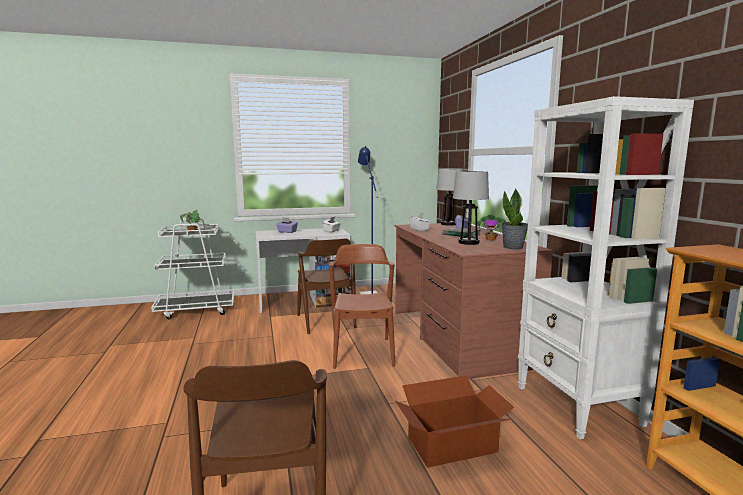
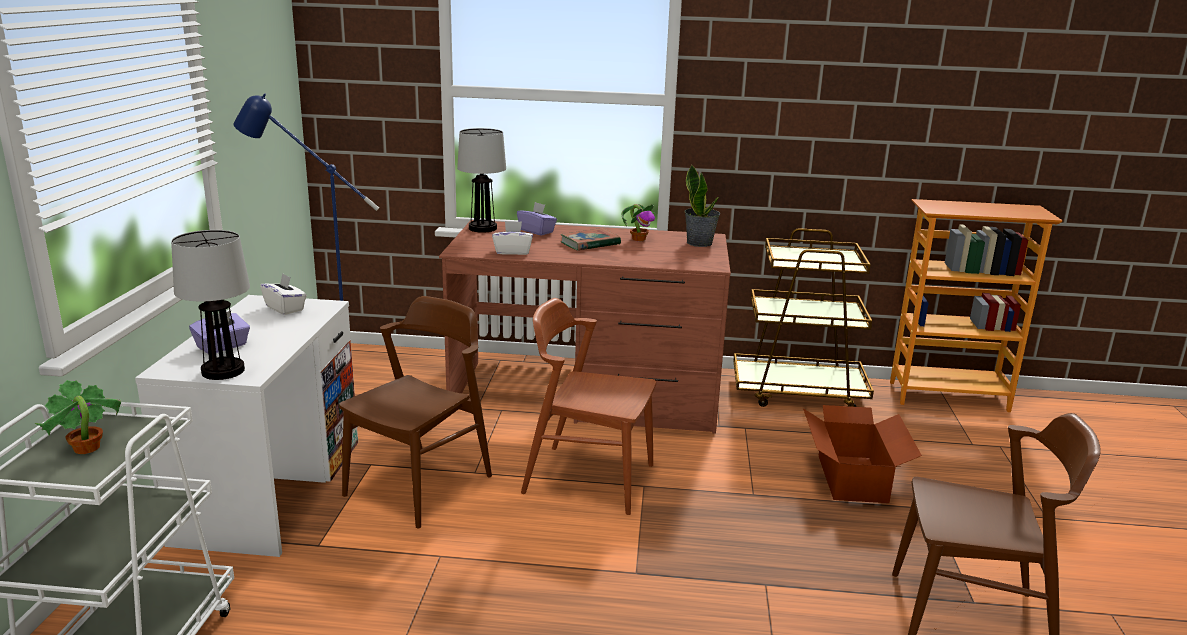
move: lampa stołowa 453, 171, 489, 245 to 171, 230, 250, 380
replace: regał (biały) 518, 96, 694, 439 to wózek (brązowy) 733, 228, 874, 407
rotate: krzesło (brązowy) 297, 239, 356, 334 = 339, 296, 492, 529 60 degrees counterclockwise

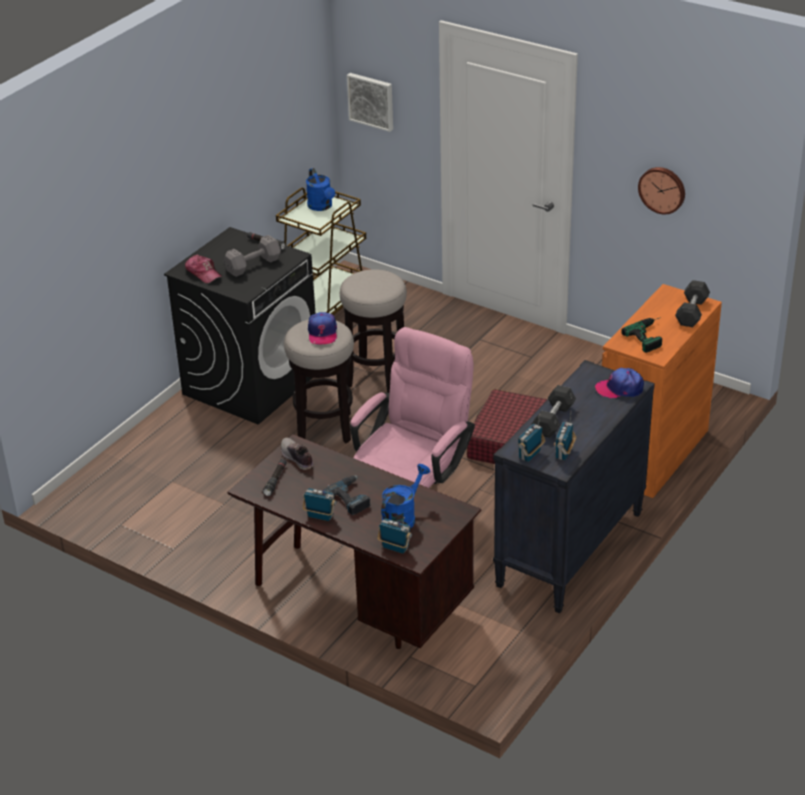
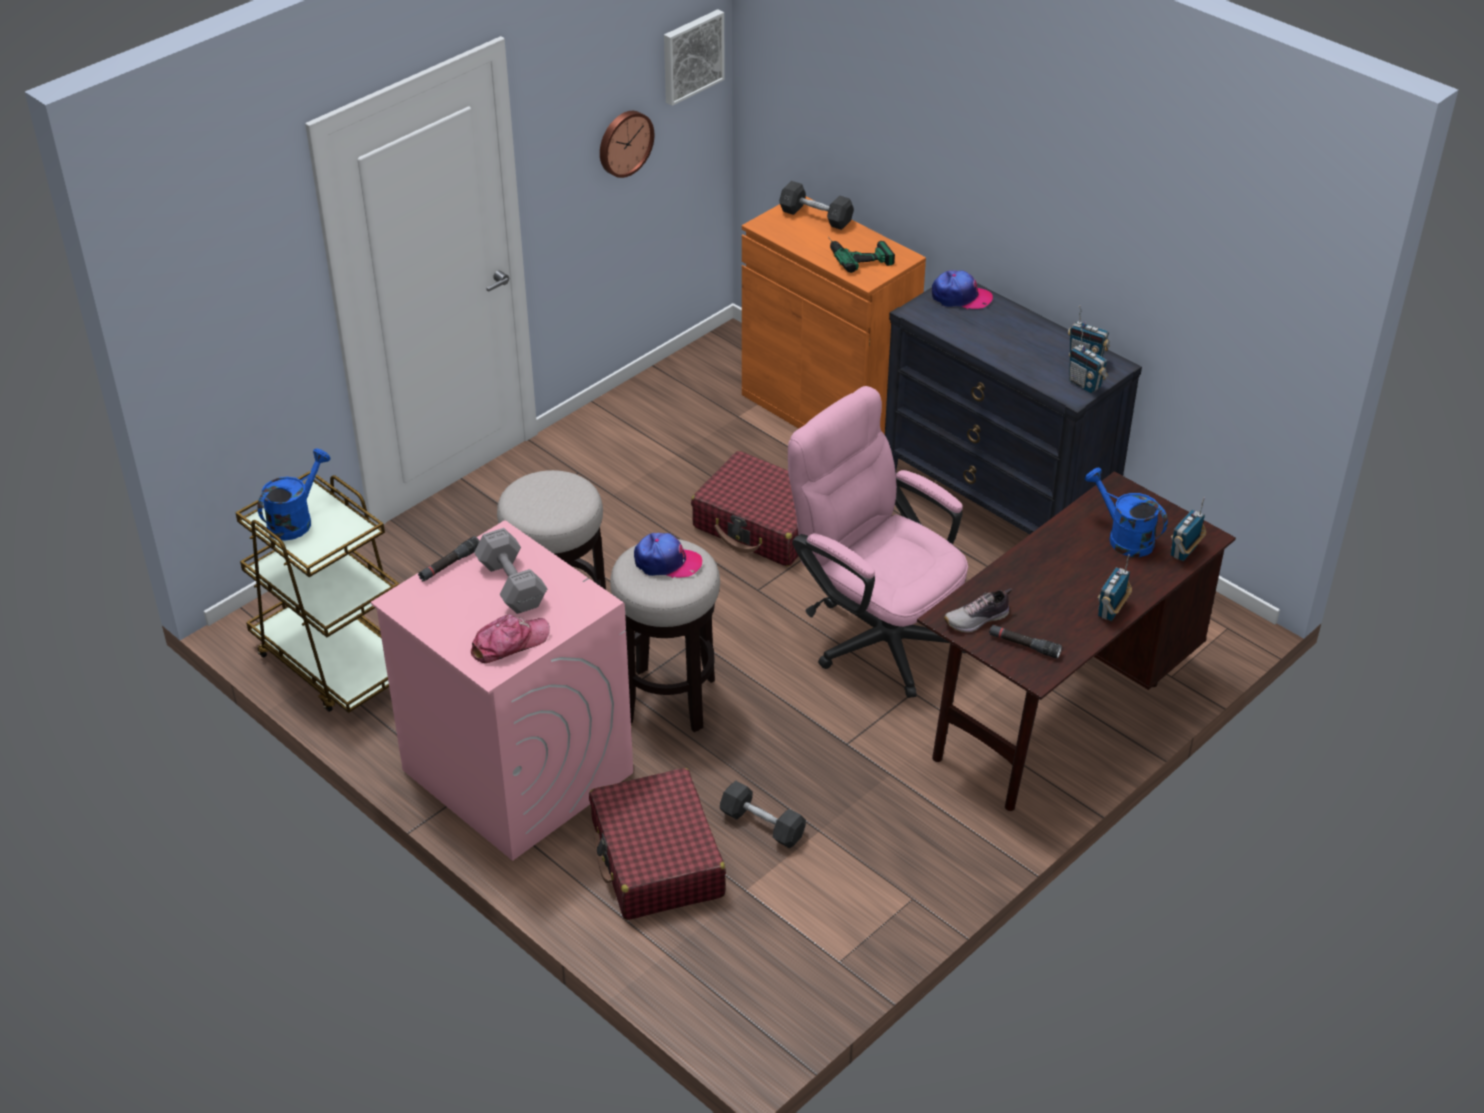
delete: wiertarka 323, 475, 371, 515
insert: walizka (czerwony) 589, 768, 726, 920
move: obraz 347, 73, 393, 132 to 664, 9, 725, 106; hantel (szary) 532, 385, 576, 438 to 720, 781, 806, 848
recolor: pralka (czarny) 164, 227, 316, 425 to pralka (różowy) 371, 520, 633, 861
rotate: konewka (niebieski) 306, 168, 335, 211 = 257, 449, 330, 541 45 degrees counterclockwise; czapka z daszkiem 595, 368, 644, 398 = 932, 270, 993, 309 90 degrees counterclockwise

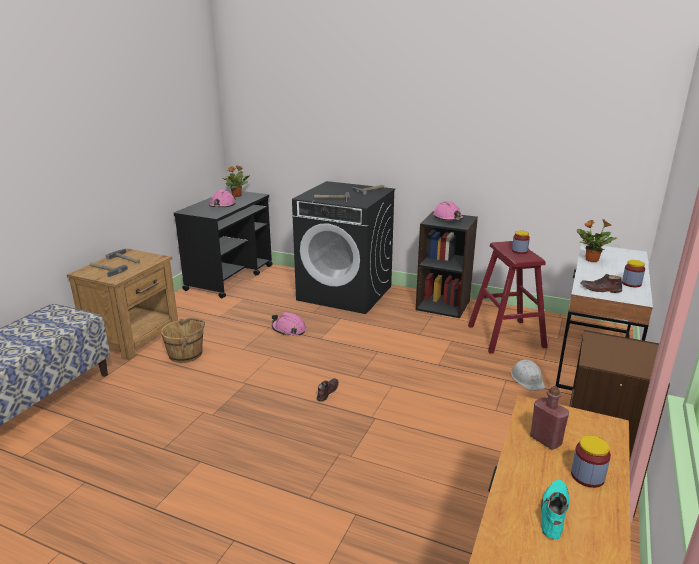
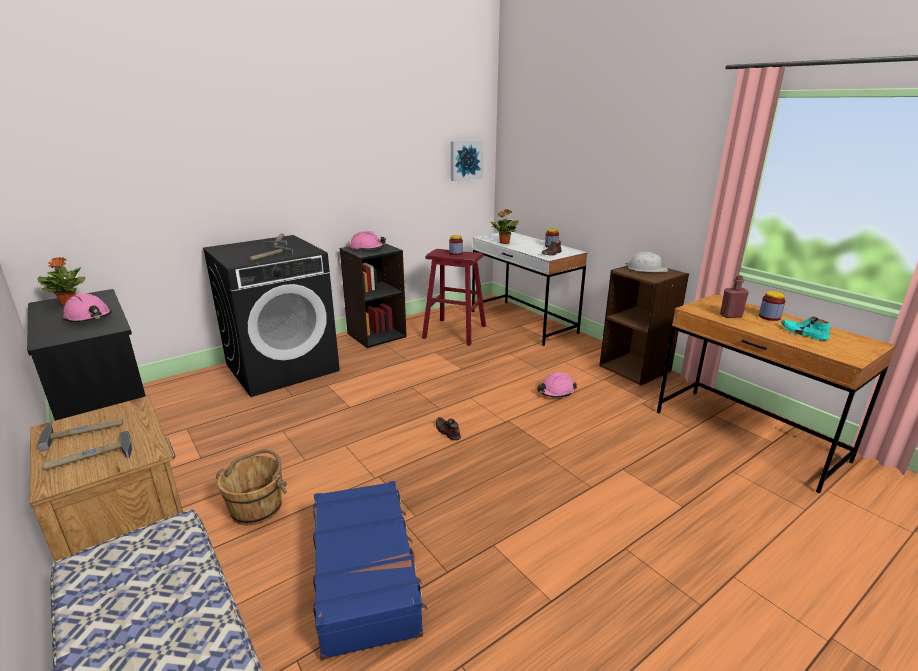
insert: walizka (niebieski) 313, 481, 428, 660; obraz 451, 140, 483, 181
move: kask (różowy) 272, 312, 306, 335 to 537, 372, 577, 398; kask (biały) 511, 360, 545, 391 to 626, 252, 668, 272

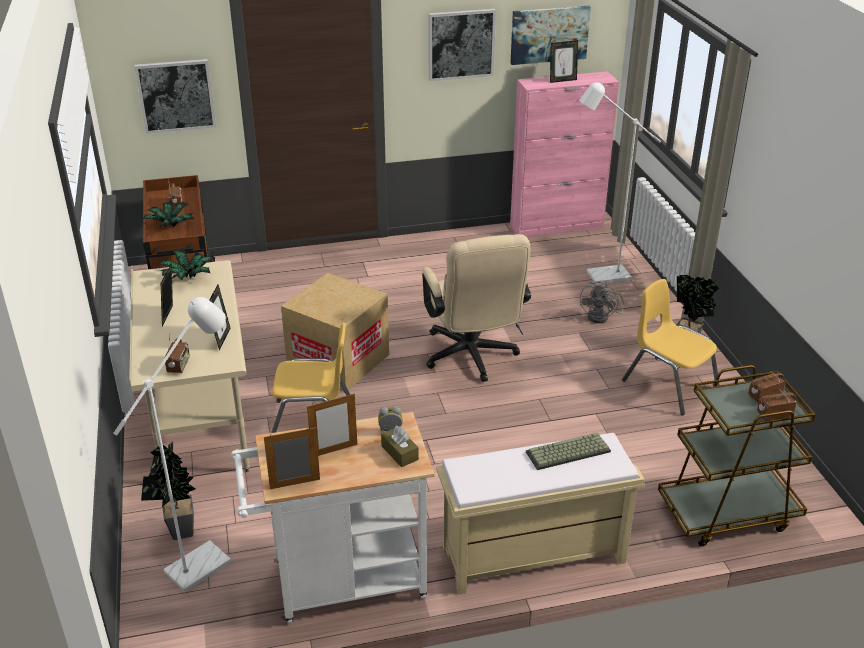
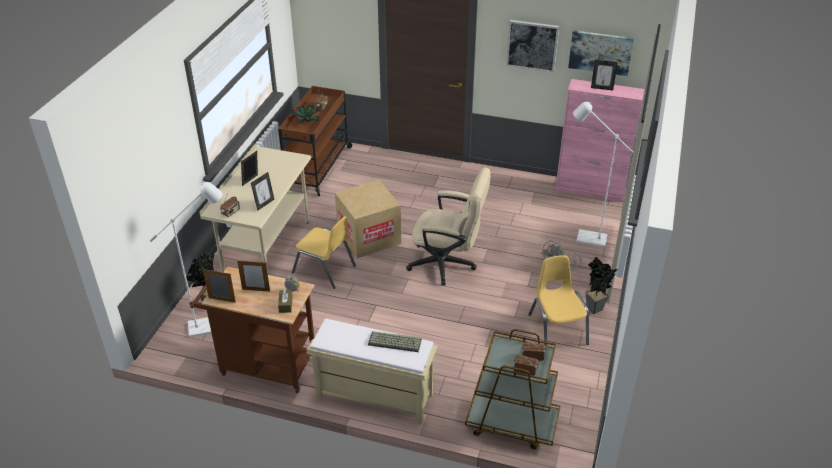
delete: obraz 135, 59, 216, 134; roślina doniczkowa 158, 248, 214, 280
recolor: wózek (biały) 231, 412, 435, 624 to wózek (brązowy) 190, 267, 315, 393
rotate: krzesło biurowe (beżowy) 422, 234, 531, 382 = 406, 167, 491, 285 90 degrees counterclockwise

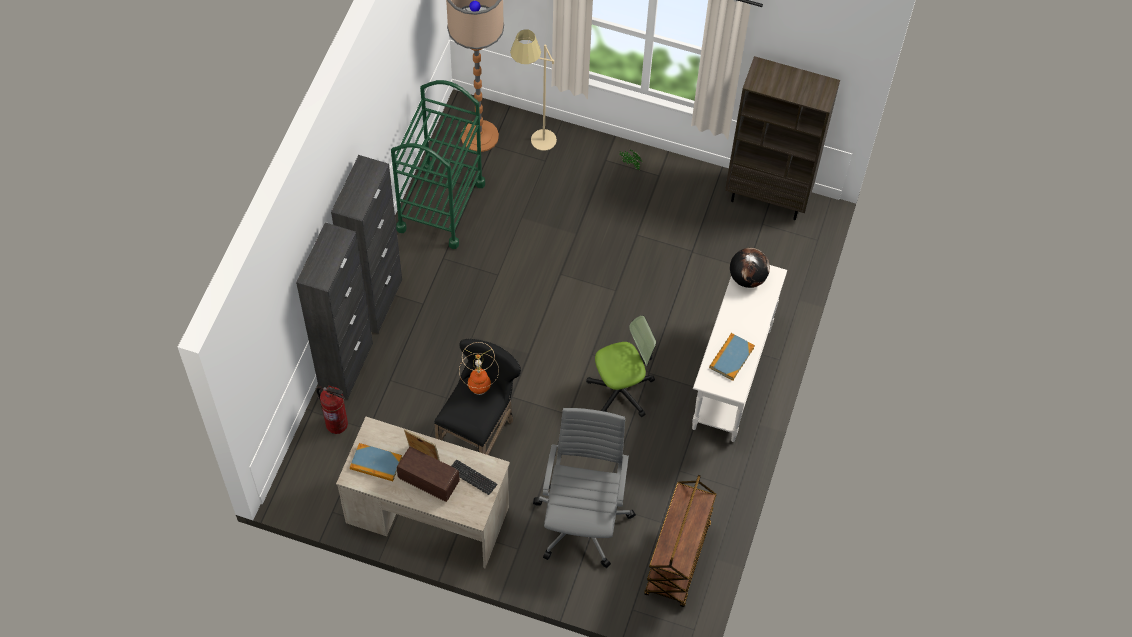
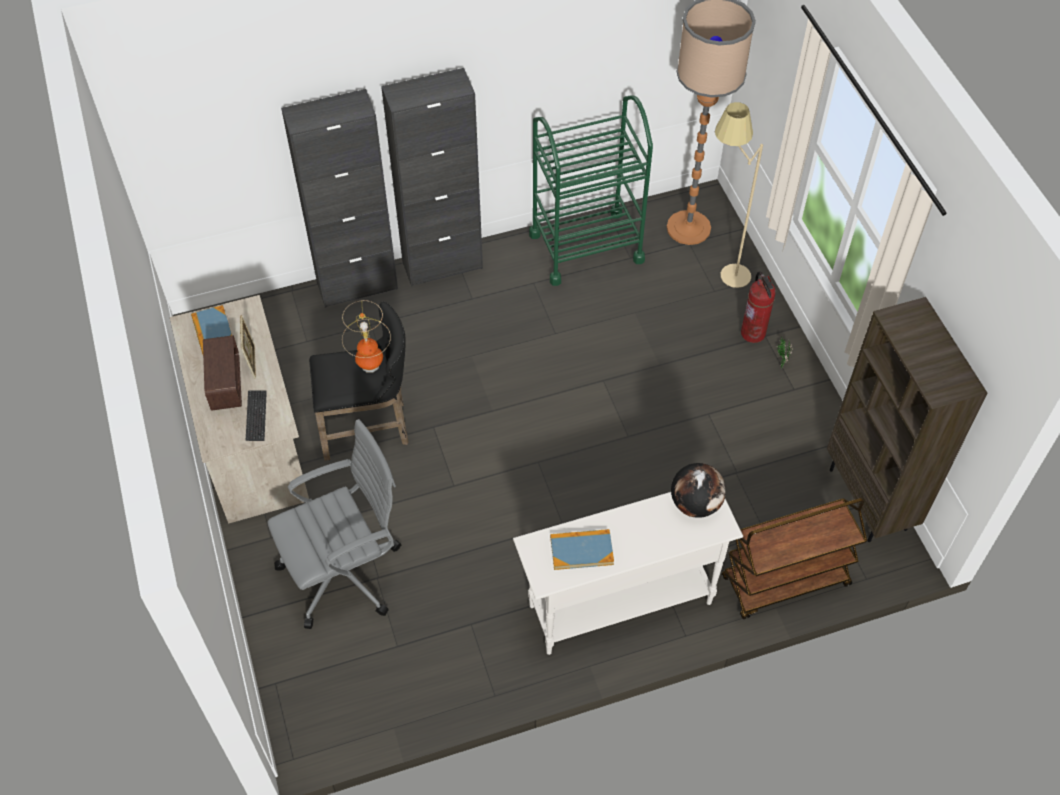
delete: krzesło biurowe 586, 315, 656, 417
move: gaśnica 316, 385, 348, 434 to 741, 272, 776, 343; wózek (brązowy) 644, 475, 717, 607 to 722, 498, 867, 619

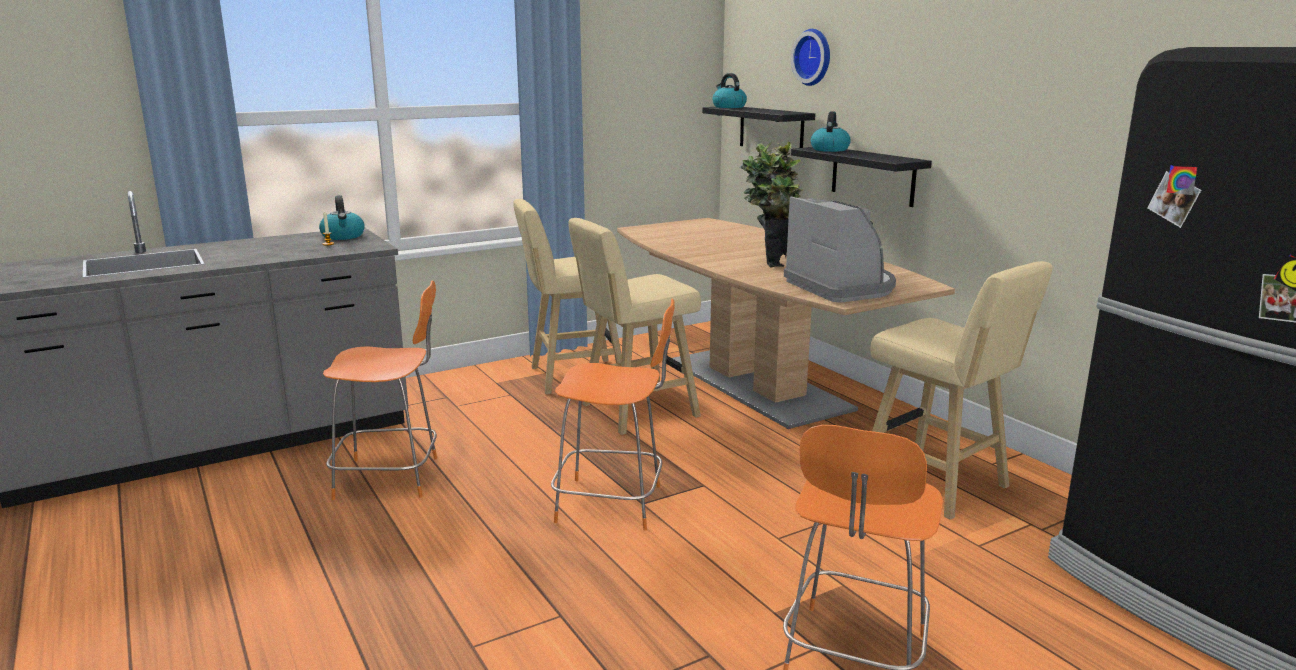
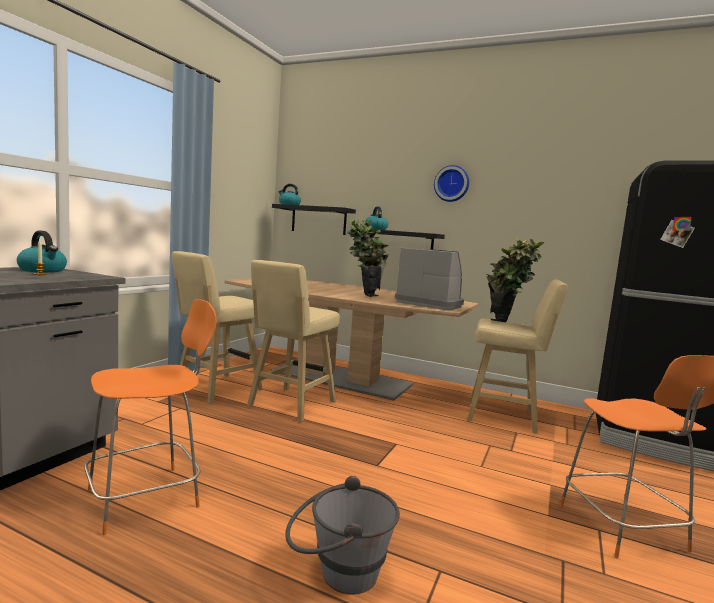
delete: krzesło (pomarańczowy) 551, 299, 675, 531
insert: wiadro (szary) 285, 476, 400, 595; roślina doniczkowa 486, 237, 544, 322
move: zegar ścienny 791, 29, 830, 86 to 434, 165, 469, 202

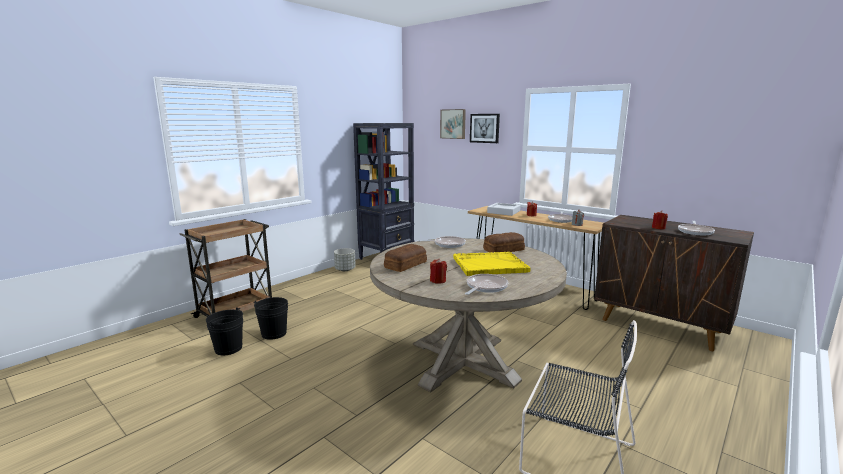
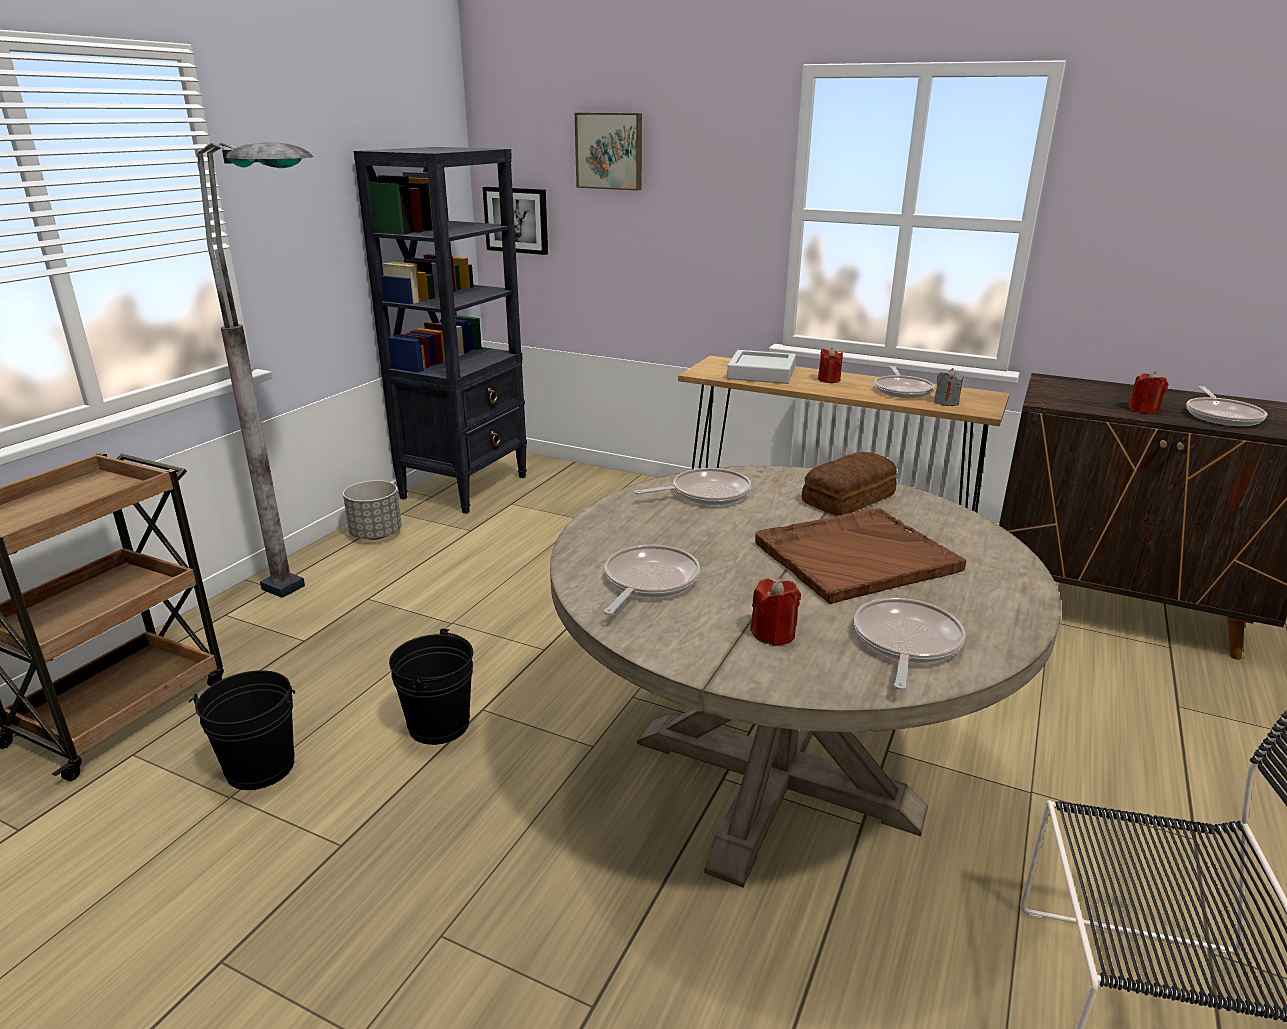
insert: lampa stojąca (szary) 197, 142, 313, 598
move: wiadro (czarny) 206, 307, 243, 355 to 389, 628, 473, 745; obraz 470, 114, 500, 143 to 483, 187, 548, 255
replace: chleb 384, 244, 427, 272 to patelnia 604, 545, 700, 615
recolor: taca (żółty) 453, 252, 531, 276 to taca (brązowy) 755, 508, 966, 604

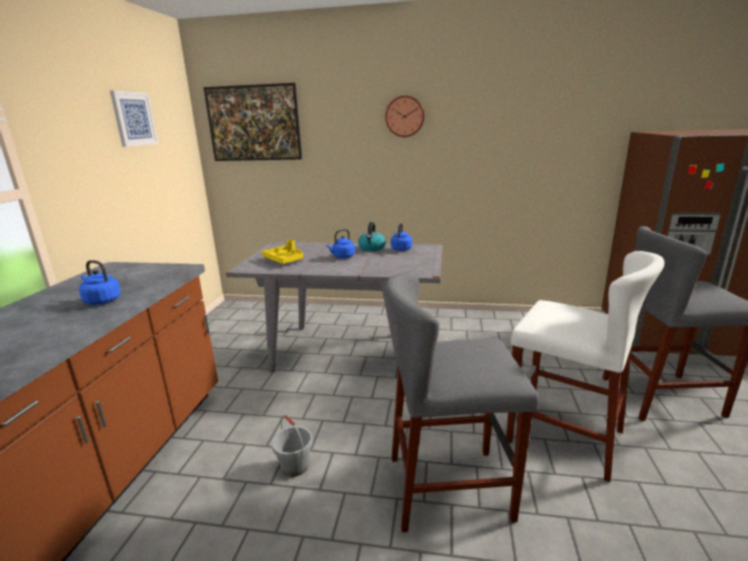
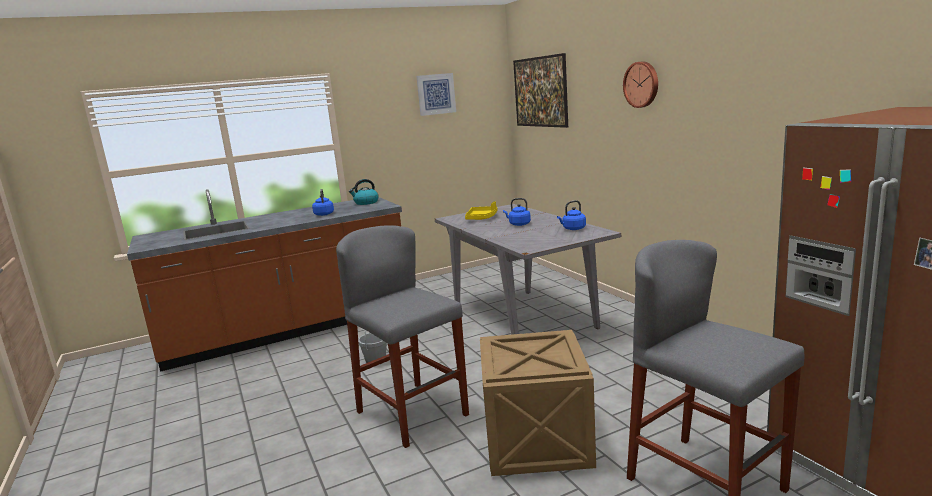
move: czajnik 358, 222, 386, 251 to 349, 179, 379, 205
replace: stołek (biały) 506, 251, 664, 483 to skrzynka 480, 330, 596, 476

